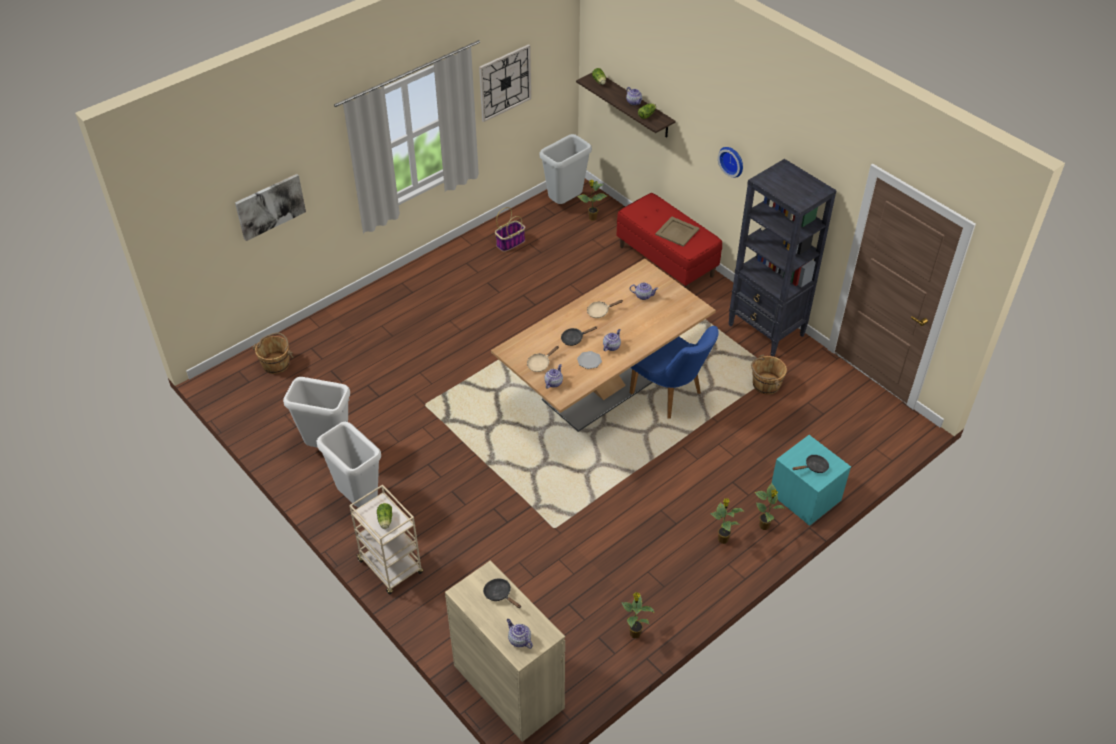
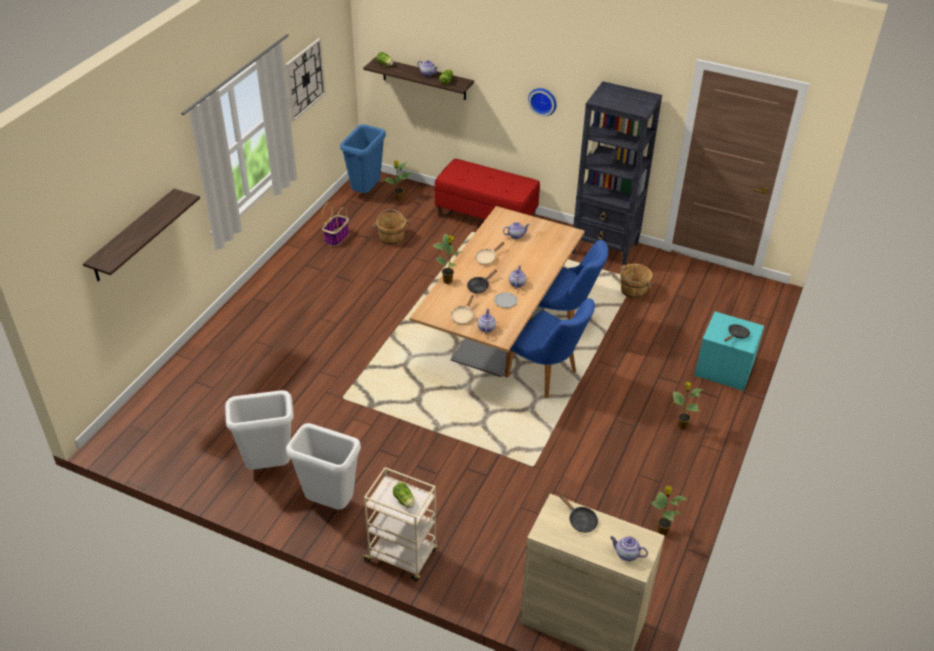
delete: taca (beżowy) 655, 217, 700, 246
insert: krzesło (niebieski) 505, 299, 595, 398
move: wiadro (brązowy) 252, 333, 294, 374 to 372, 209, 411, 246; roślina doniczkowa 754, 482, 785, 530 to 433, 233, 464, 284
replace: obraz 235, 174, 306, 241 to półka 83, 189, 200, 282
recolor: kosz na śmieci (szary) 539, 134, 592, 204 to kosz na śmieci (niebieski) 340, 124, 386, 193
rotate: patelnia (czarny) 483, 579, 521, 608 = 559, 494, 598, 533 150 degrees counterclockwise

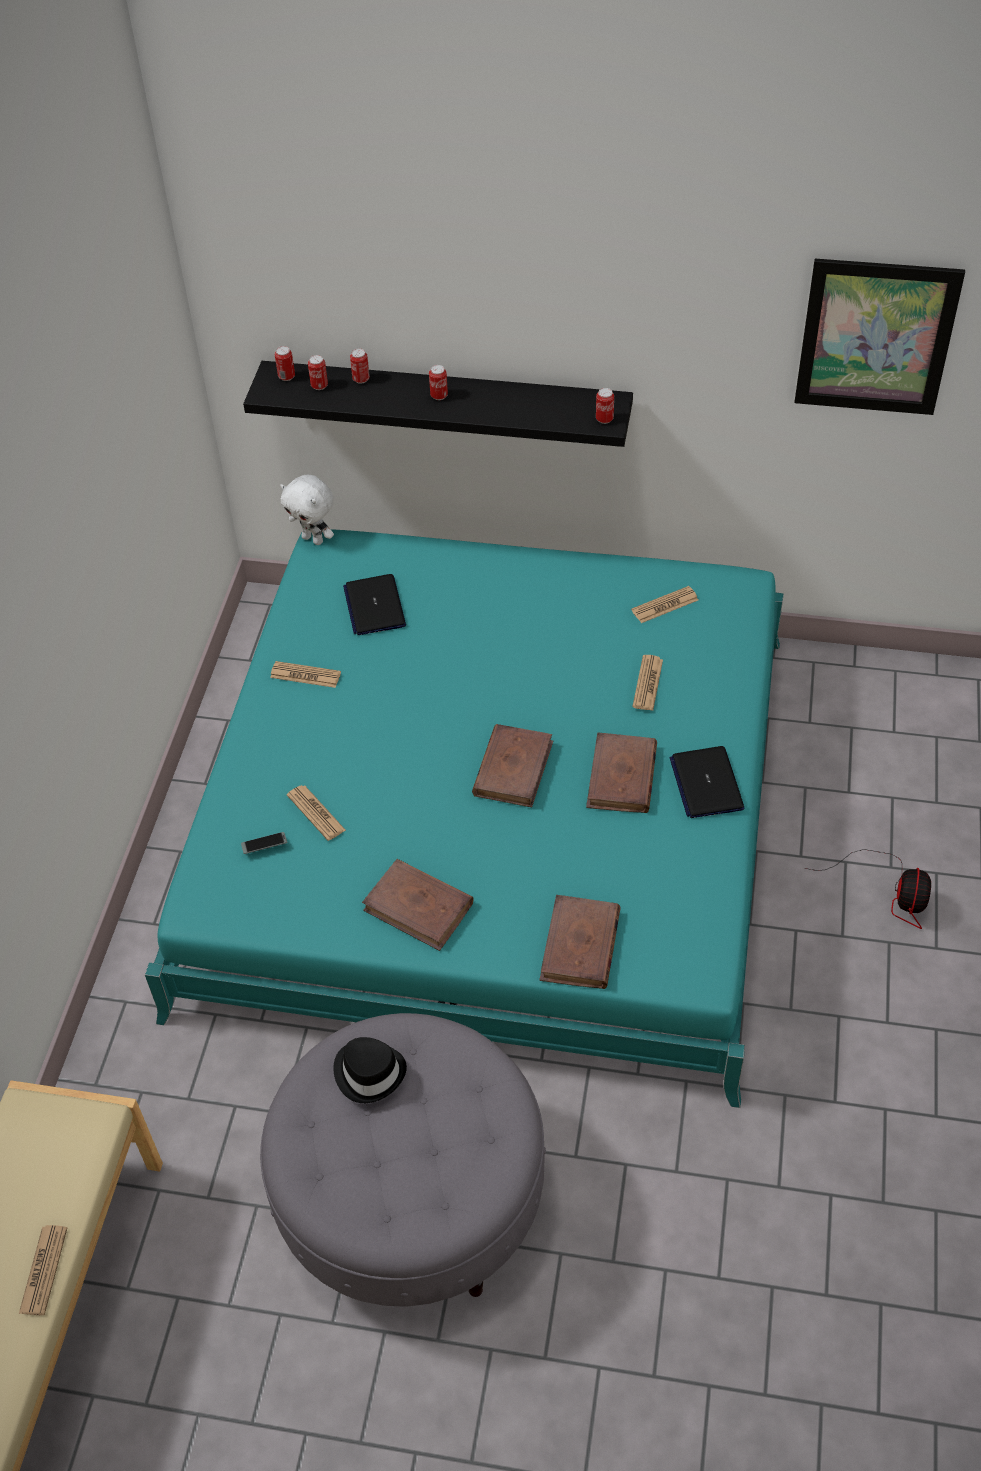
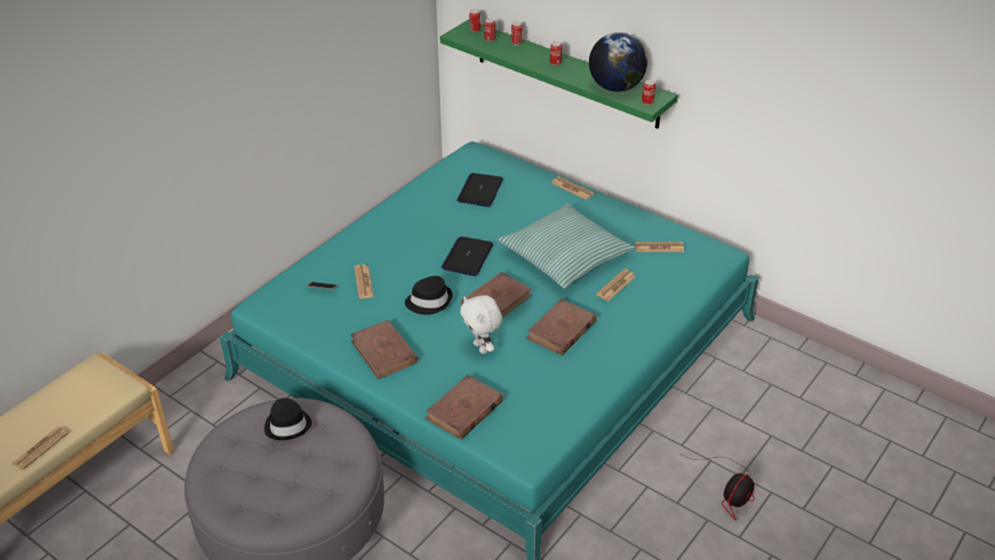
delete: obraz 794, 259, 965, 415
insert: kapelusz (czarny) 405, 276, 452, 315; poduszka 497, 204, 636, 289; globus 589, 32, 648, 92
move: gazeta 270, 661, 341, 688 to 551, 176, 594, 200; pluszak (biały) 280, 475, 334, 545 to 460, 295, 503, 354; laptop 669, 746, 744, 818 to 441, 237, 493, 276
recolor: półka (czarny) 243, 361, 633, 447 to półka (zielony) 440, 20, 678, 129

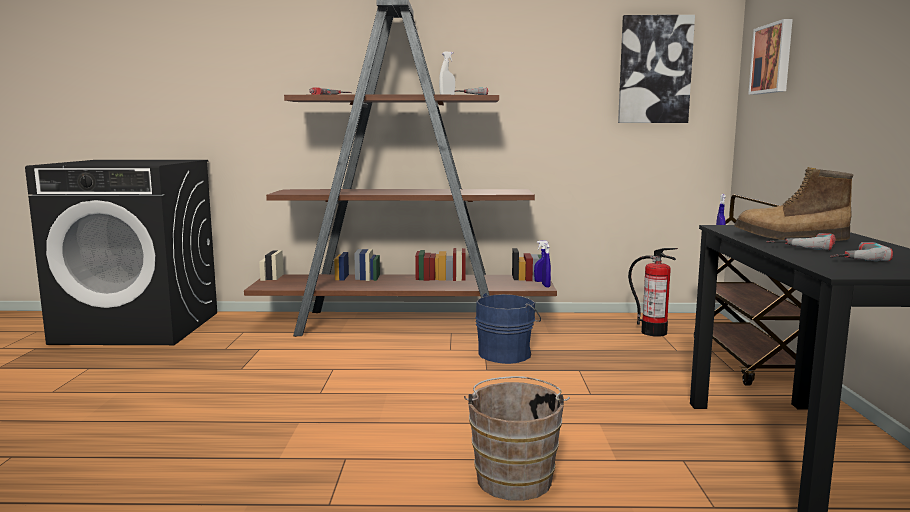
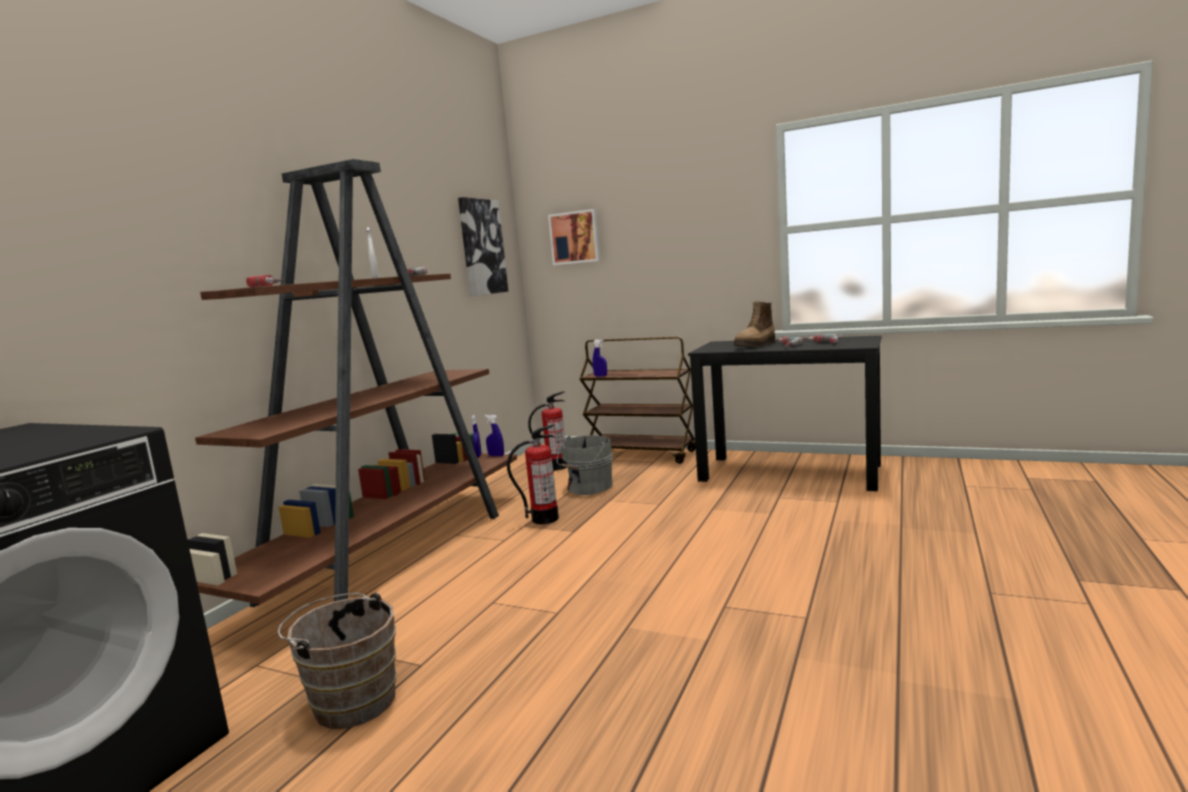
insert: wiadro (szary) 557, 435, 613, 495
move: wiadro (brązowy) 464, 376, 570, 501 to 278, 592, 396, 729
replace: wiadro (niebieski) 475, 293, 541, 364 to gaśnica 507, 424, 559, 524

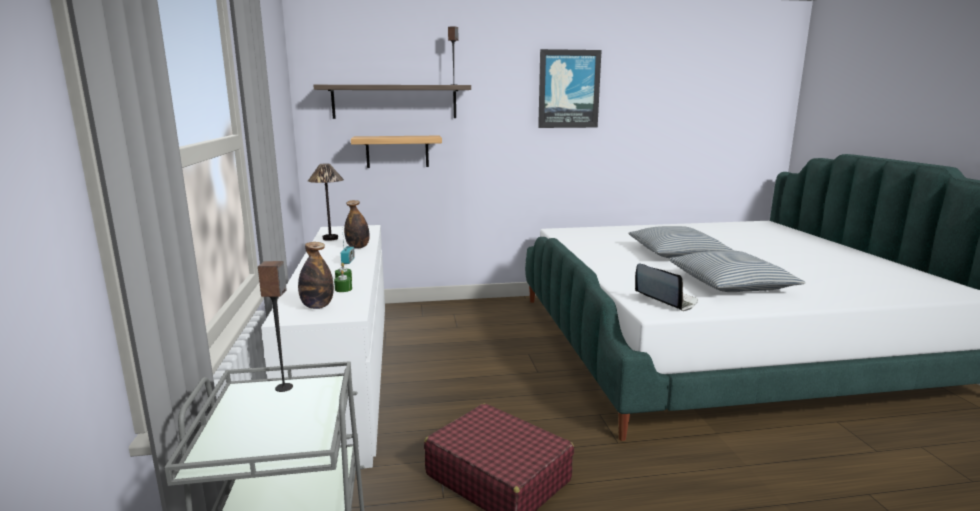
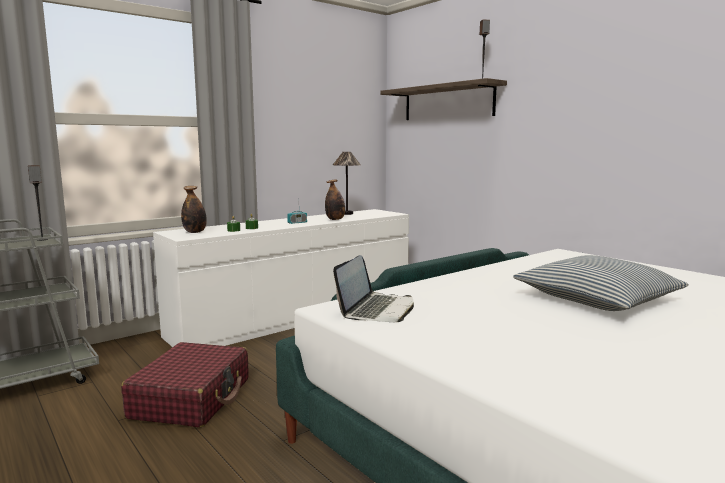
delete: półka 351, 136, 442, 168; obraz 538, 49, 602, 128; poduszka 669, 251, 806, 292

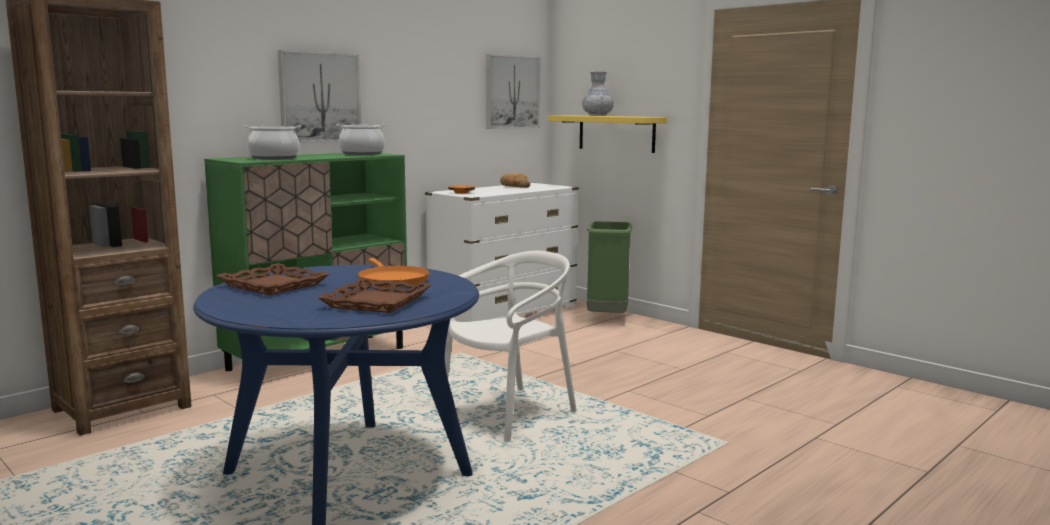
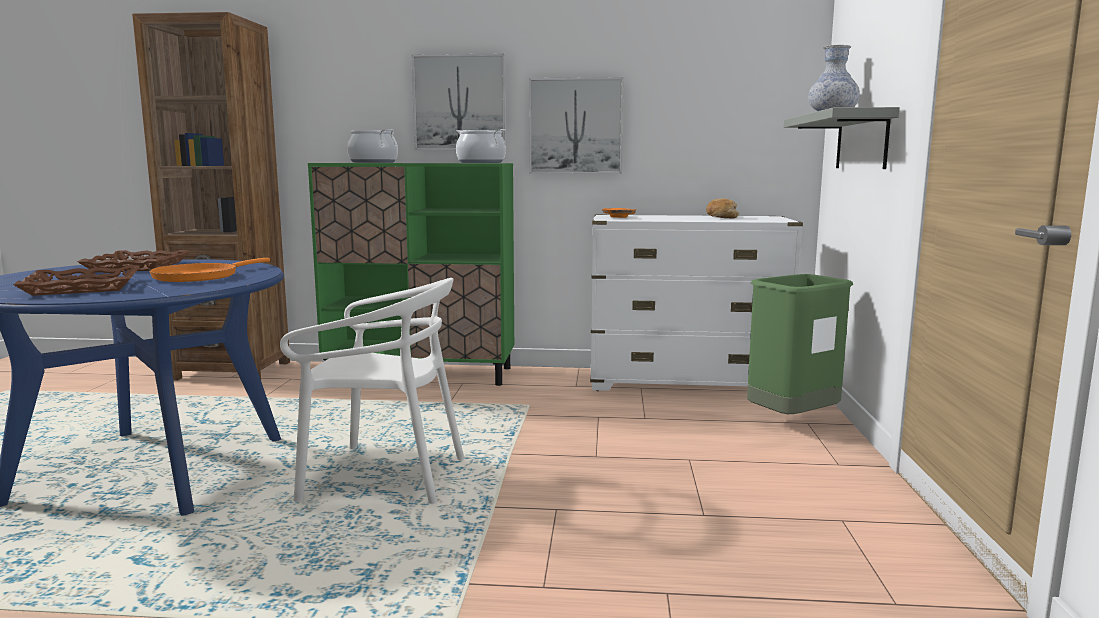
move: obraz 486, 54, 541, 129 to 529, 77, 624, 174
recolor: półka (żółty) 548, 115, 667, 153 to półka (szary) 784, 107, 900, 169

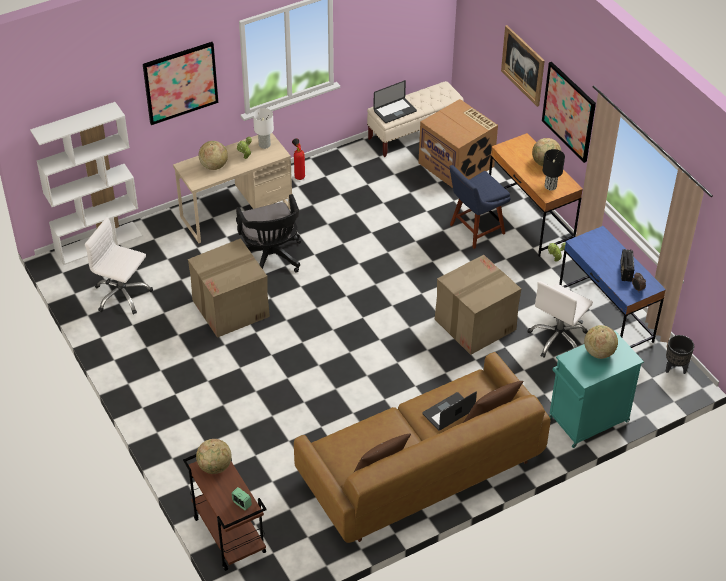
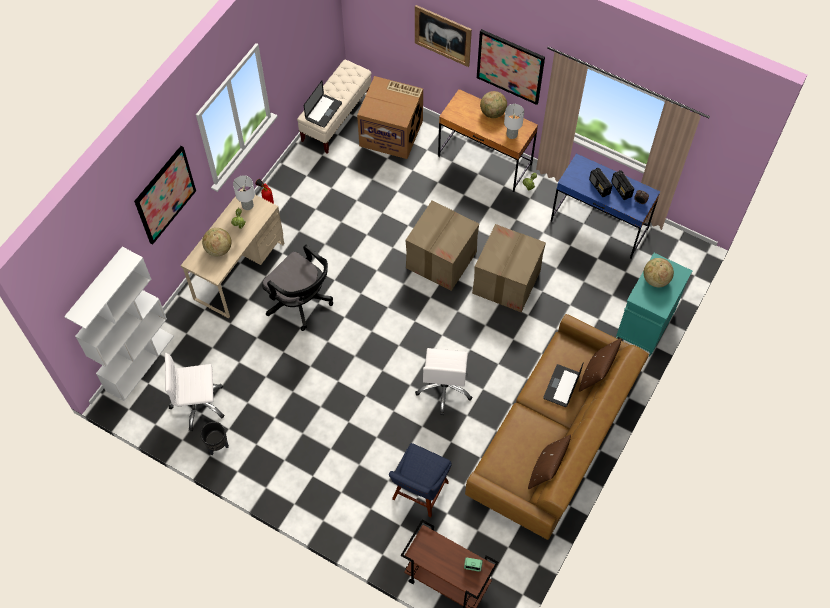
delete: globus 196, 439, 232, 474
insert: radio 589, 168, 613, 197
move: karton 188, 238, 270, 338 to 405, 200, 479, 291; krzesło (niebieski) 450, 165, 511, 249 to 389, 443, 452, 518; krzesło biurowe (biały) 528, 281, 593, 358 to 415, 348, 472, 415; donica (czarny) 665, 335, 694, 374 to 200, 422, 229, 455
recolor: lampa stołowa (czarny) 543, 149, 565, 191 to lampa stołowa (biały) 504, 104, 524, 139

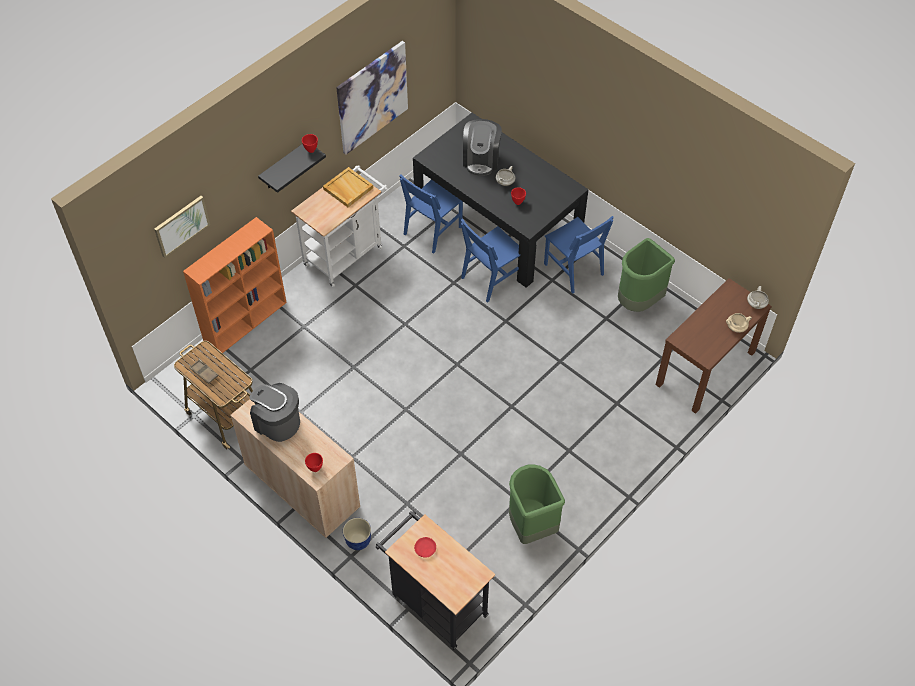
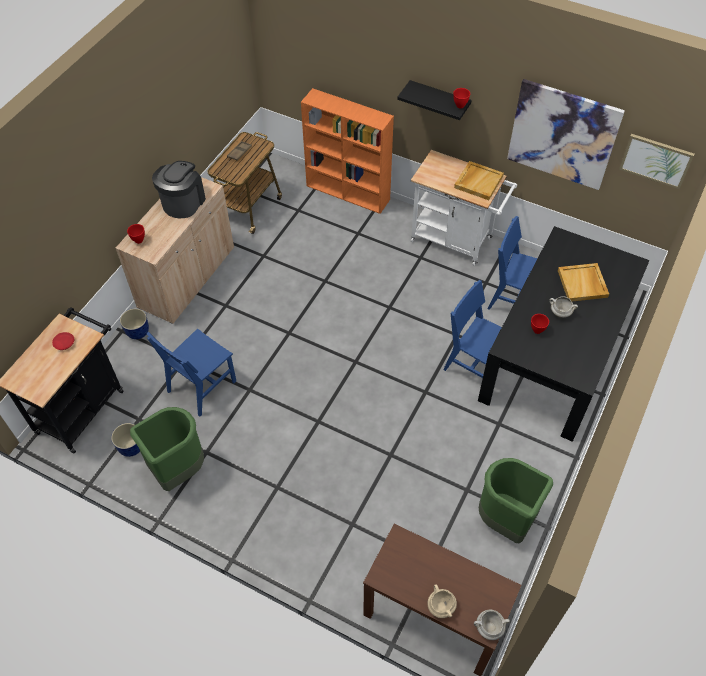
insert: donica 111, 423, 140, 457
move: obraz 154, 196, 210, 258 to 619, 134, 694, 189; krzesło (niebieski) 544, 216, 614, 293 to 147, 328, 236, 417
replace: ekspres do kawy 463, 119, 502, 176 to taca (beżowy) 558, 263, 609, 301

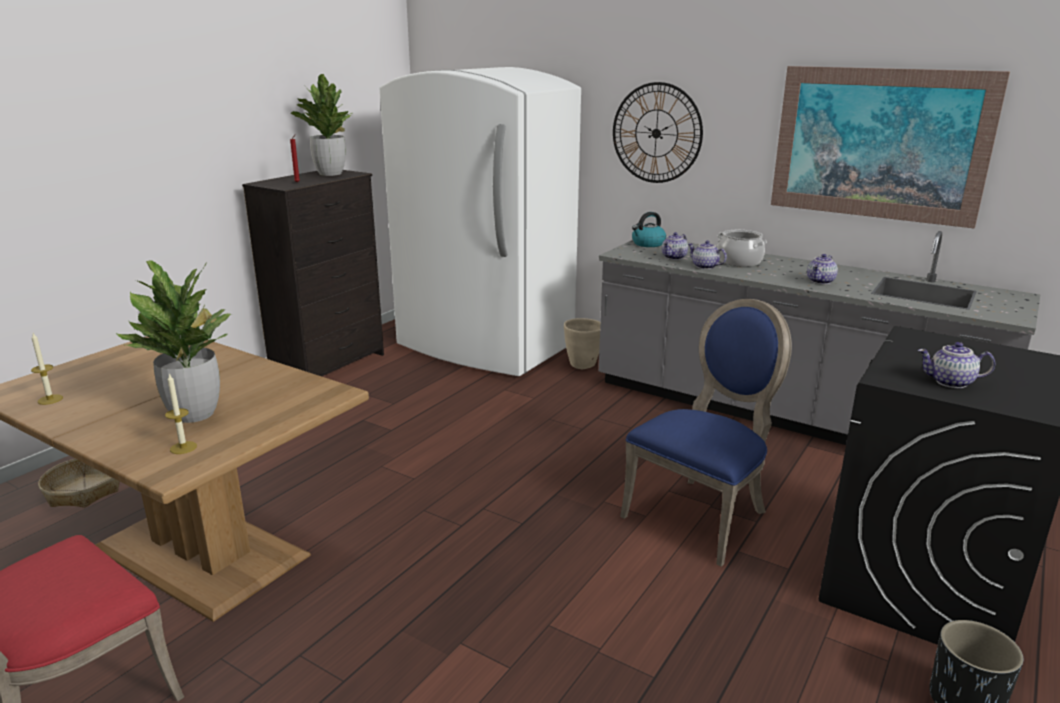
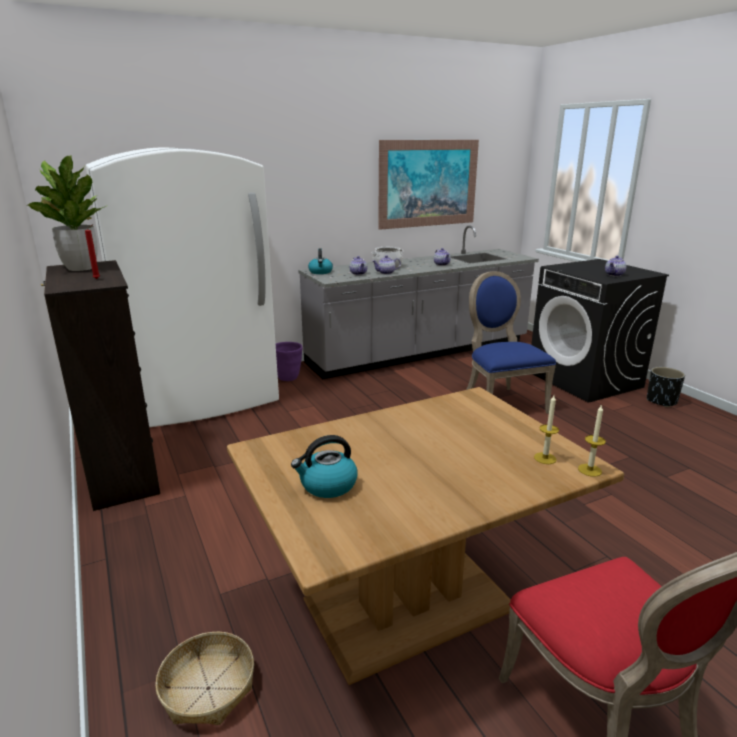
delete: roślina doniczkowa 116, 260, 231, 423; zegar ścienny 613, 82, 703, 183
insert: czajnik 291, 435, 358, 498
move: świeca 31, 333, 63, 405 to 578, 404, 606, 477
recolor: donica (beżowy) 564, 318, 600, 369 to donica (fioletowy) 276, 342, 302, 381

